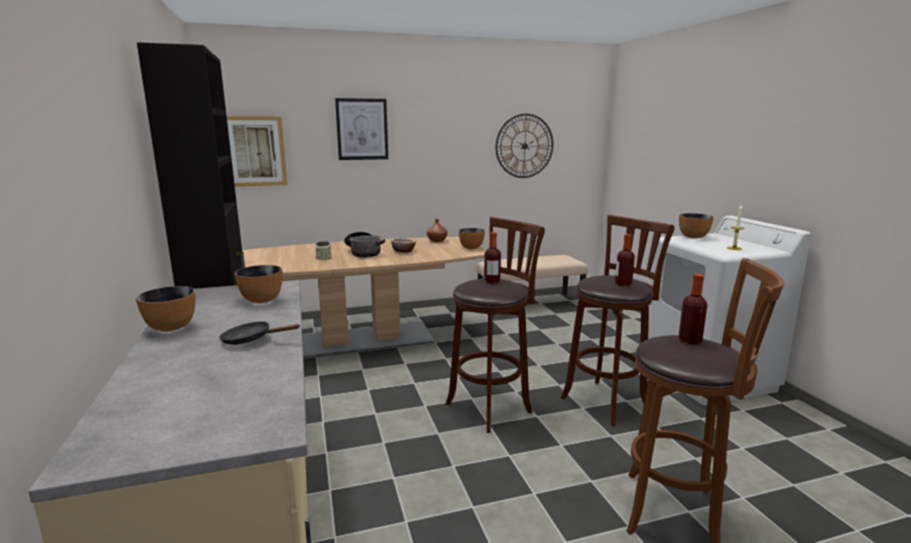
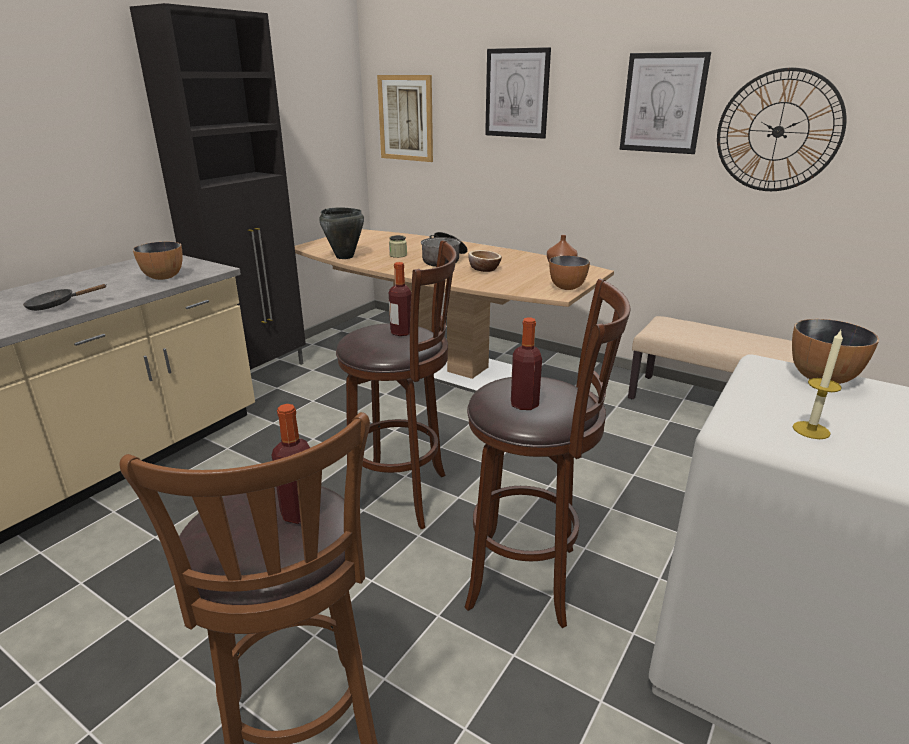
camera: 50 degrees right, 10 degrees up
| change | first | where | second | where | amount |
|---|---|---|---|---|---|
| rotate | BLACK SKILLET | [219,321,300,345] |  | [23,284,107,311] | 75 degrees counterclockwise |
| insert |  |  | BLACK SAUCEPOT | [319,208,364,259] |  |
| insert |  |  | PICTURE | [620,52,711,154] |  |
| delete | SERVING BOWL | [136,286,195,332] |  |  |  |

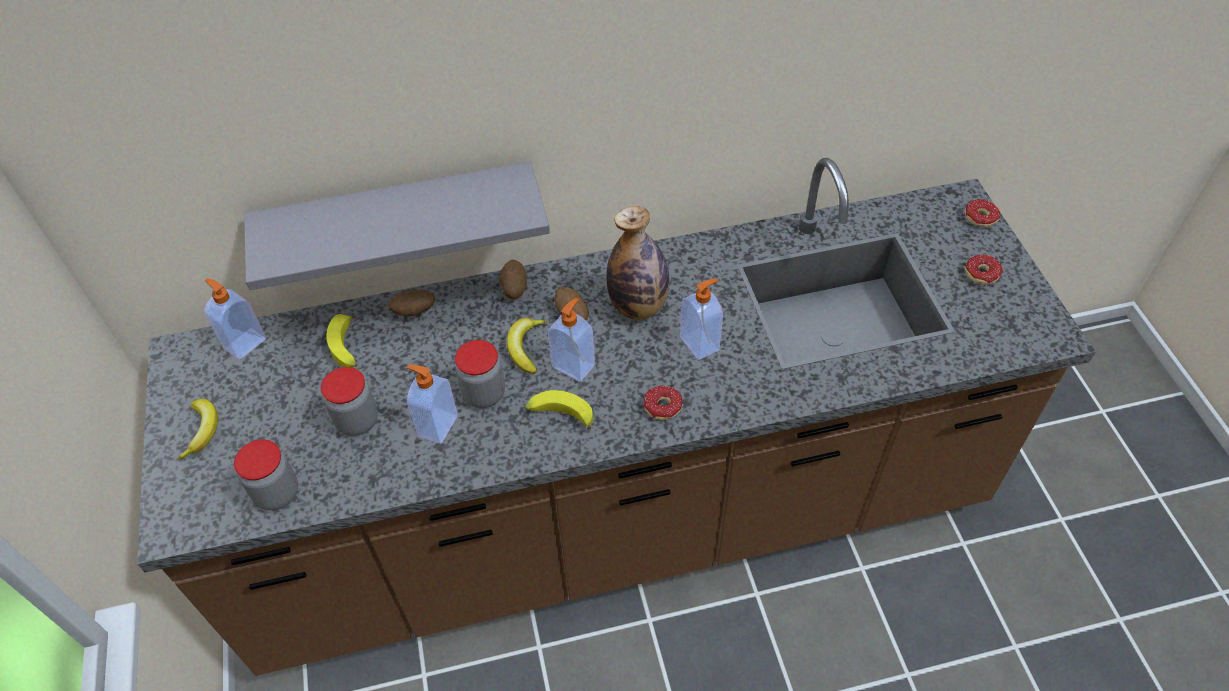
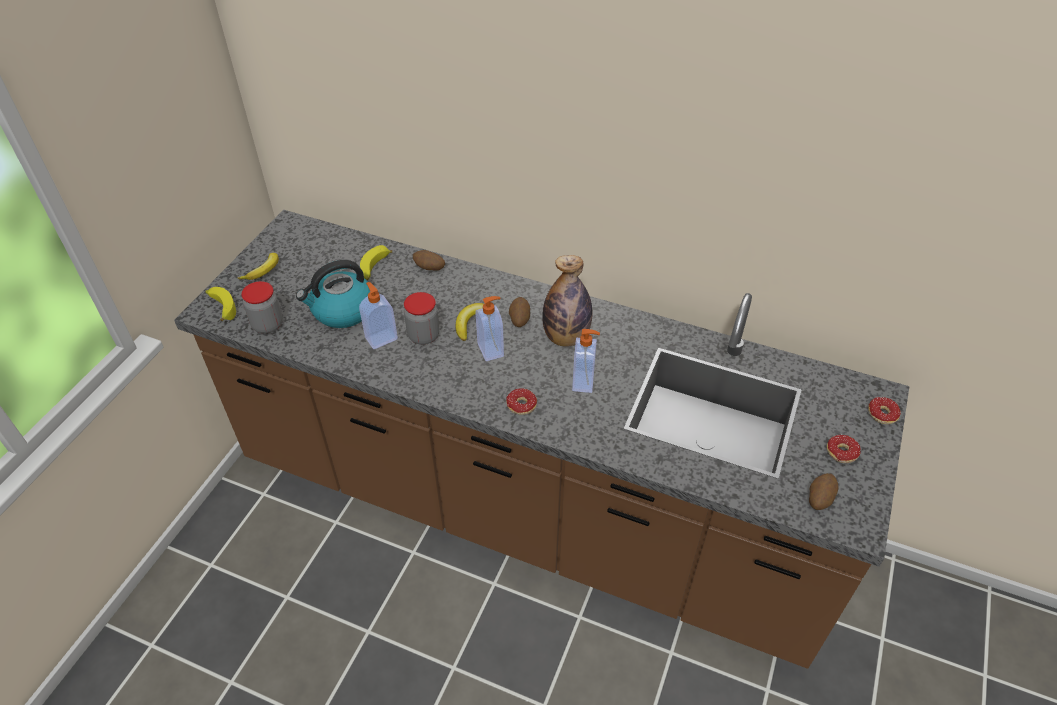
camera: 35 degrees right, 5 degrees down
| change | first | where | second | where | amount |
|---|---|---|---|---|---|
| move | WHOLE BANANA | [525,390,593,429] |  | [205,287,236,321] |  |
| replace | PRESERVE JAR | [321,367,378,436] | TEA KETTLE | [296,260,370,328] |  |
| move | WHOLE POTATO | [499,260,527,299] |  | [809,473,838,510] |  |
| delete | LIQUID SOAP BOTTLE | [204,278,266,360] |  |  |  |
| delete | GREYISH BRACKET SHELF | [244,162,550,290] |  |  |  |

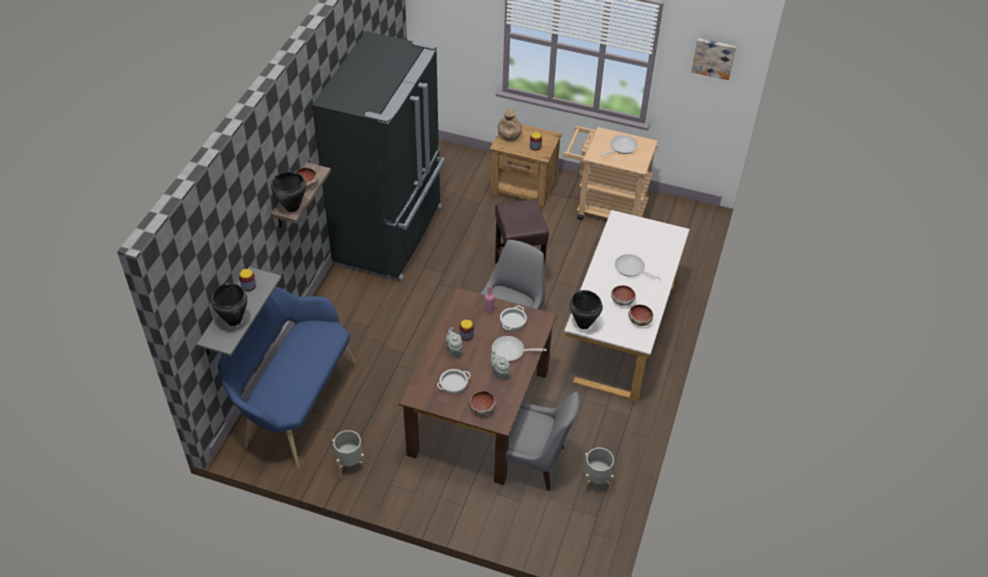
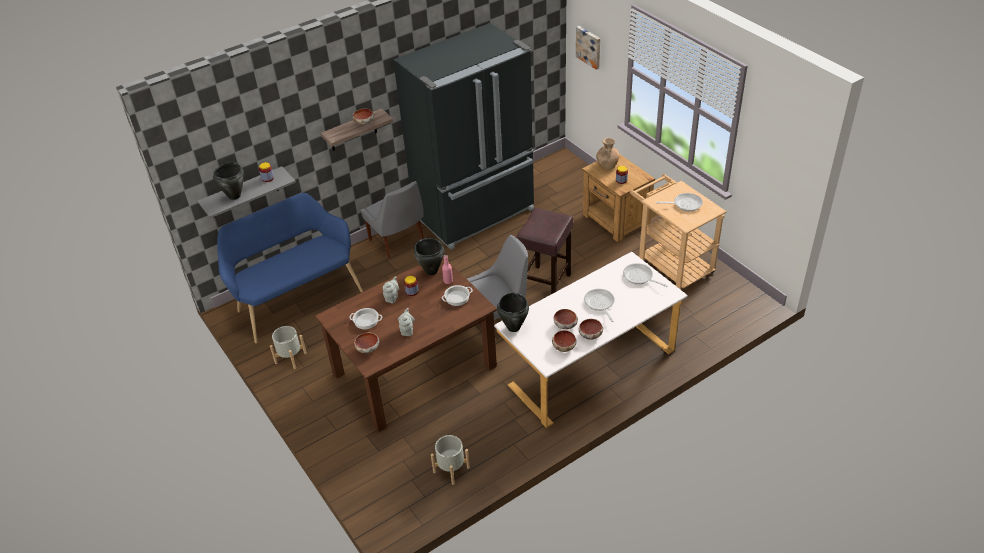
camera: 40 degrees right, 5 degrees down
| change | first | where | second | where | amount |
|---|---|---|---|---|---|
| move | GREYISH PLAIN CHAIR | [506,392,579,491] |  | [361,181,424,259] |  |
| move | BLACK SAUCEPOT | [271,172,306,212] |  | [414,238,445,275] |  |
| move | PICTURE | [691,38,736,80] |  | [576,26,600,70] |  |
| insert |  |  | SERVING BOWL | [579,319,603,340] |  |
| move | SKILLET | [492,336,547,362] |  | [623,263,668,287] |  |

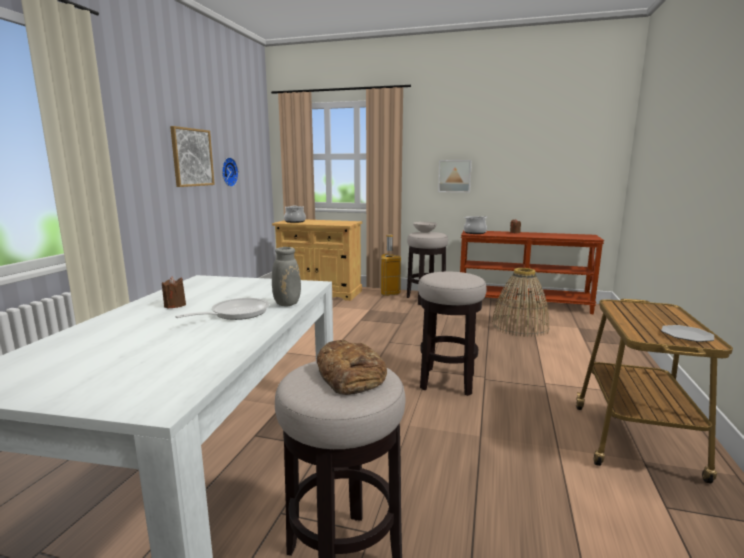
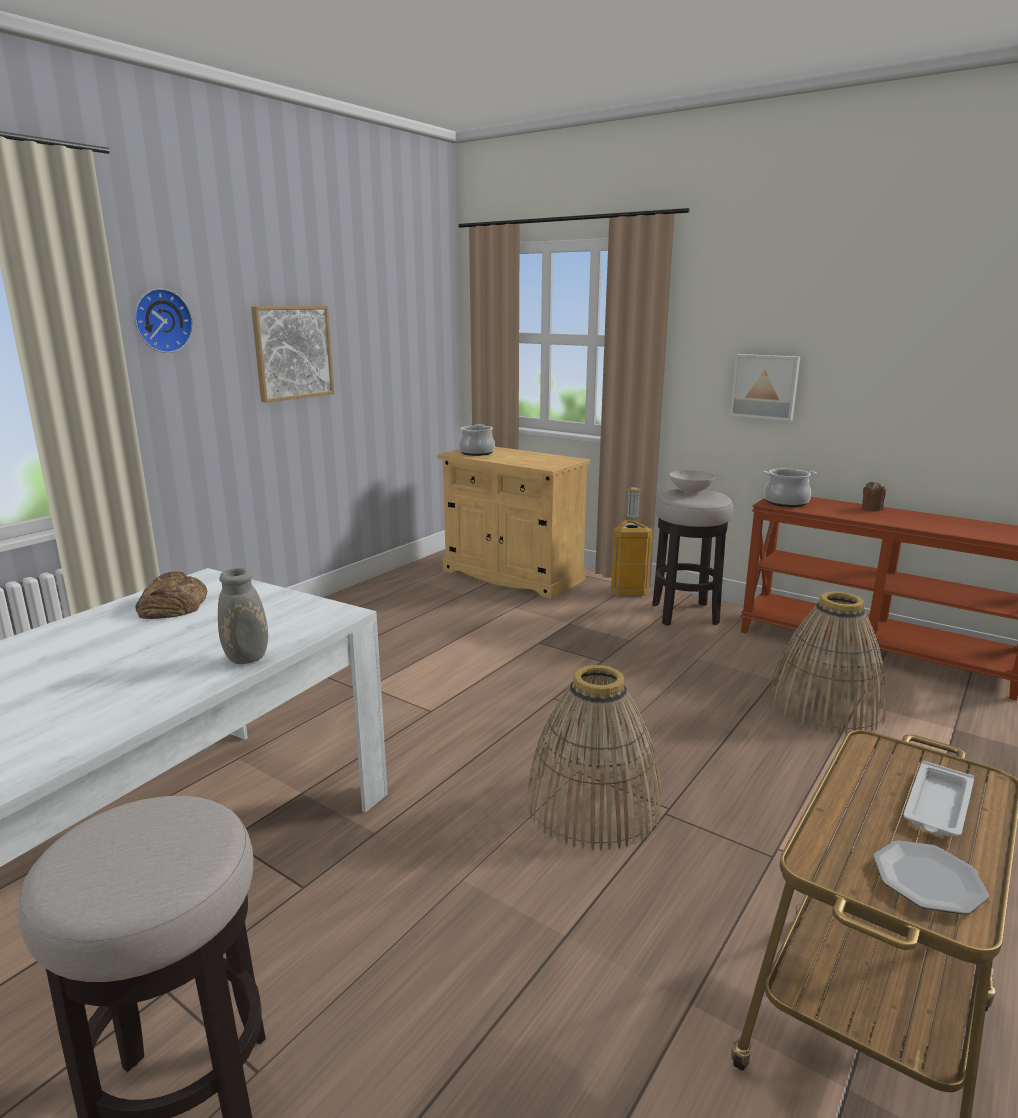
camera: 20 degrees right, 5 degrees up
| change | first | where | second | where | amount |
|---|---|---|---|---|---|
| move | WALL CLOCK | [222,157,239,187] |  | [134,288,193,353] |  |
| move | BAKED BREAD | [317,340,387,395] |  | [135,572,207,619] |  |
| replace | STOOL | [418,272,487,396] | HOUSEHOLD BASKET | [526,665,662,851] |  |
| insert |  |  | WHITISH CARRYING TRAY | [904,761,974,836] |  |
| delete | BROWN WAX LIGHT | [162,276,186,309] |  |  |  |
| delete | SKILLET | [175,298,269,320] |  |  |  |

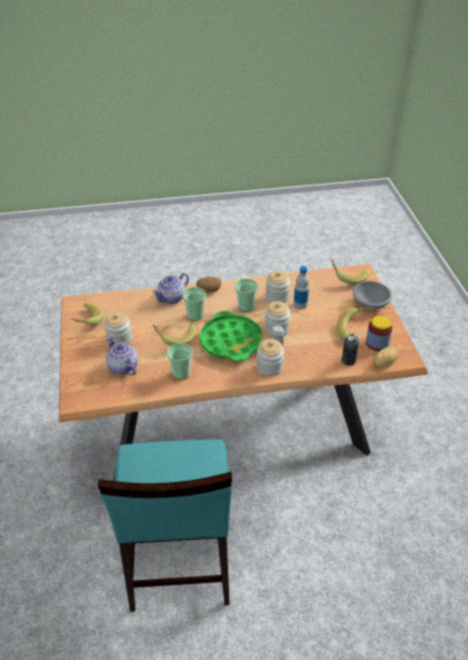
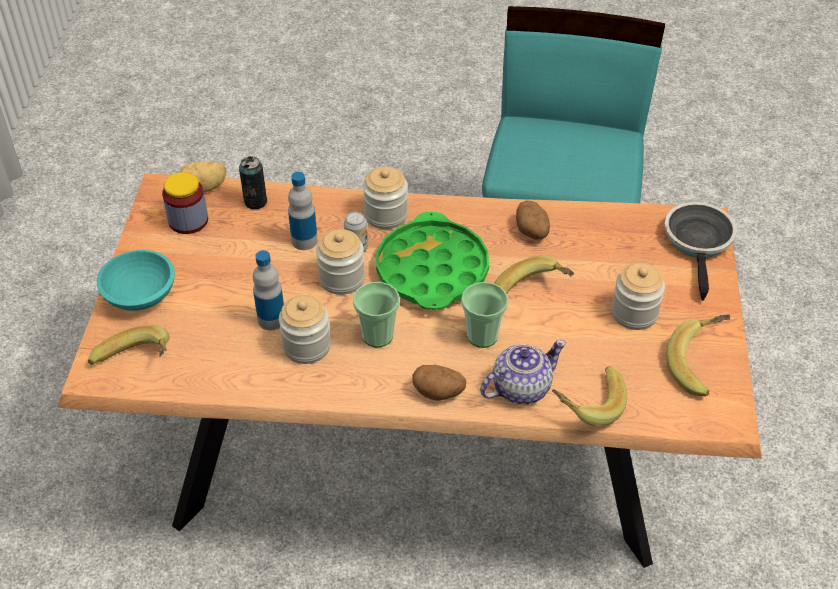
camera: 165 degrees left, 5 degrees up
| change | first | where | second | where | amount |
|---|---|---|---|---|---|
| recolor | GREYISH SERVING BOWL | [353,281,392,310] | TURQUOISE SERVING BOWL | [97,250,175,311] |  |
| insert |  |  | DRINK BOTTLE | [288,172,318,250] |  |
| replace | SMALL CUP | [167,343,193,380] | WHOLE POTATO | [516,201,550,240] |  |
| move | WHOLE BANANA | [337,307,373,342] |  | [552,366,627,426] |  |
| insert |  |  | SKILLET | [664,202,737,301] |  |
| delete | TEAPOT | [106,336,138,375] |  |  |  |

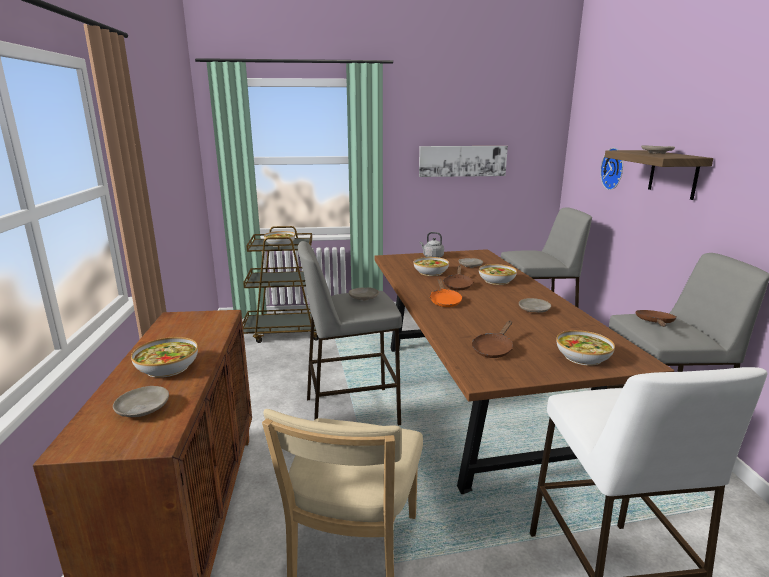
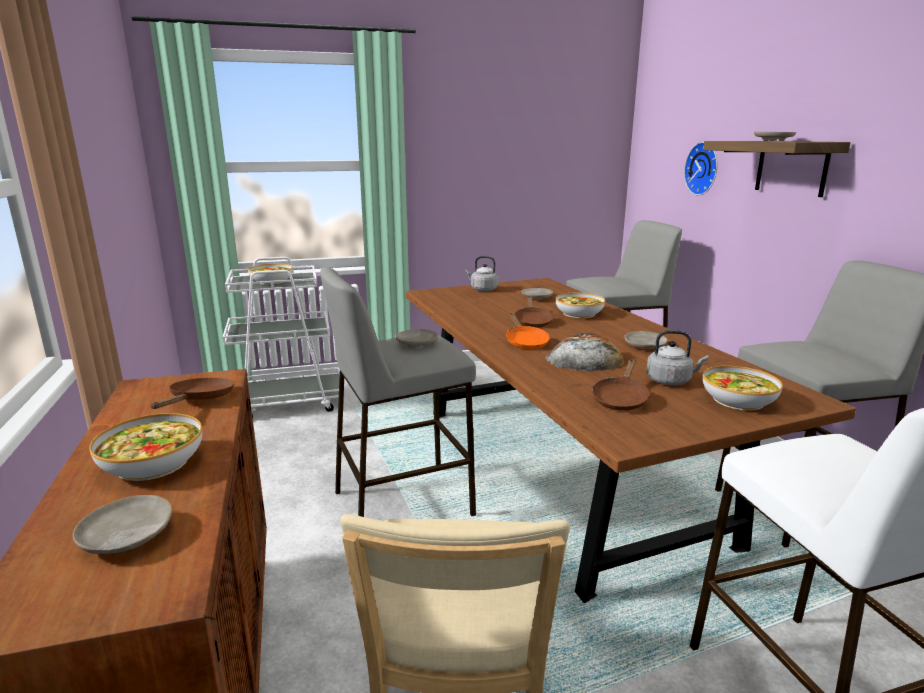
camera: 10 degrees left, 0 degrees up
| change | first | where | second | where | amount |
|---|---|---|---|---|---|
| move | BROWN SKILLET | [635,310,677,327] |  | [150,378,235,409] |  |
| recolor | BROWN WHEELED CART | [243,226,319,343] | WHITISH WHEELED CART | [223,257,345,417] |  |
| insert |  |  | BAKED BREAD | [545,333,624,371] |  |
| insert |  |  | GREYISH TEA KETTLE | [647,330,709,385] |  |
| delete | SERVING BOWL | [414,257,449,276] |  |  |  |
| delete | PICTURE | [419,146,508,177] |  |  |  |

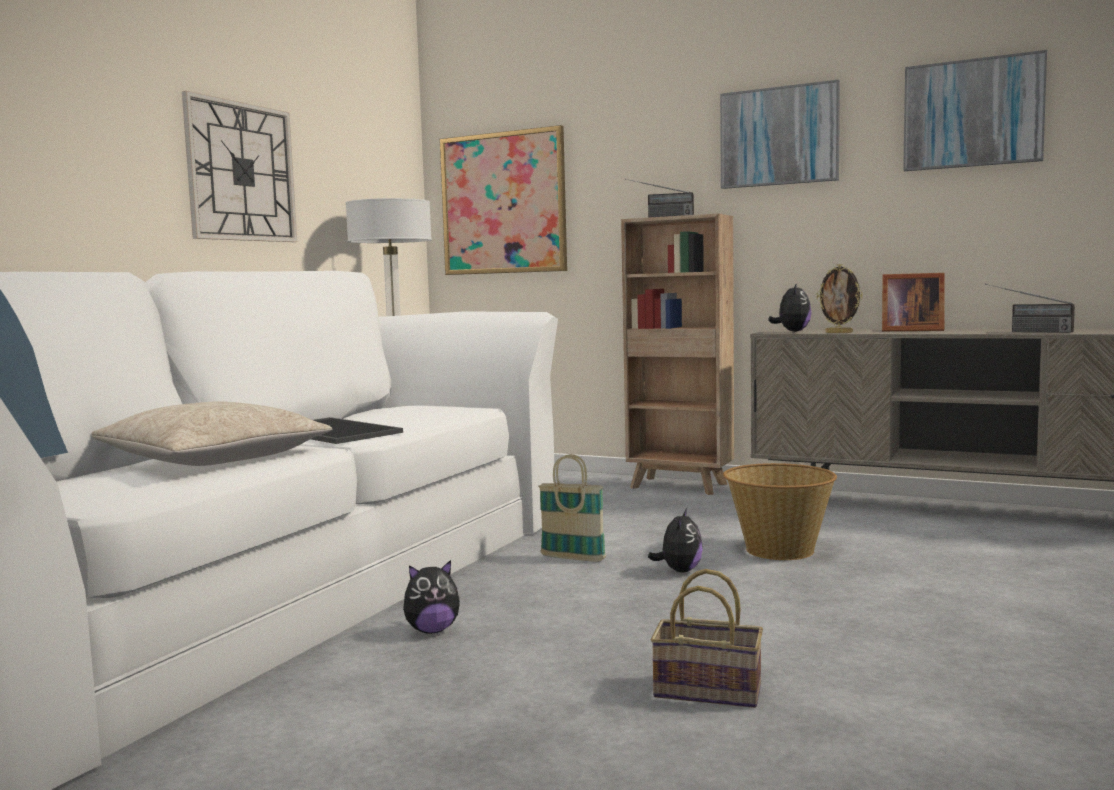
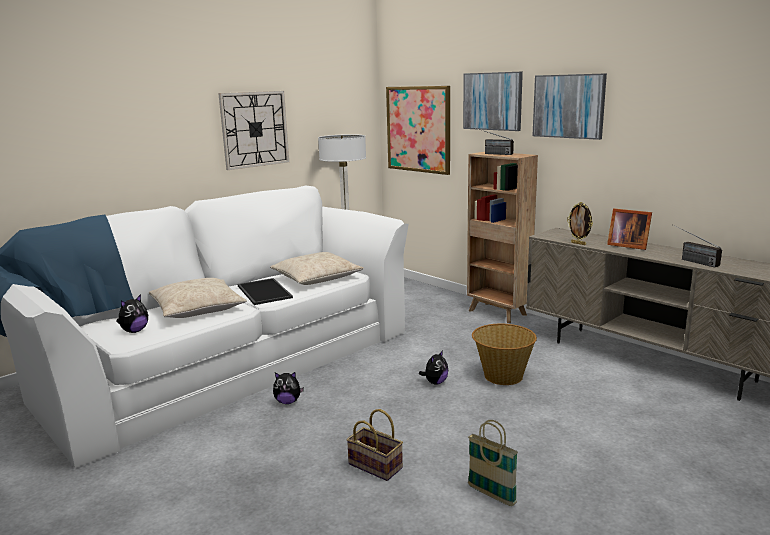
camera: 20 degrees right, 10 degrees up
| change | first | where | second | where | amount |
|---|---|---|---|---|---|
| move | SOFT TOY | [768,284,811,332] |  | [116,294,148,333] |  |
| insert |  |  | SAND-COLOURED CUSHION | [270,252,364,285] |  |
| move | PICTURE | [903,50,1047,171] |  | [463,72,523,131] |  |
| move | HOUSEHOLD BASKET | [538,454,606,562] |  | [468,420,518,506] |  |

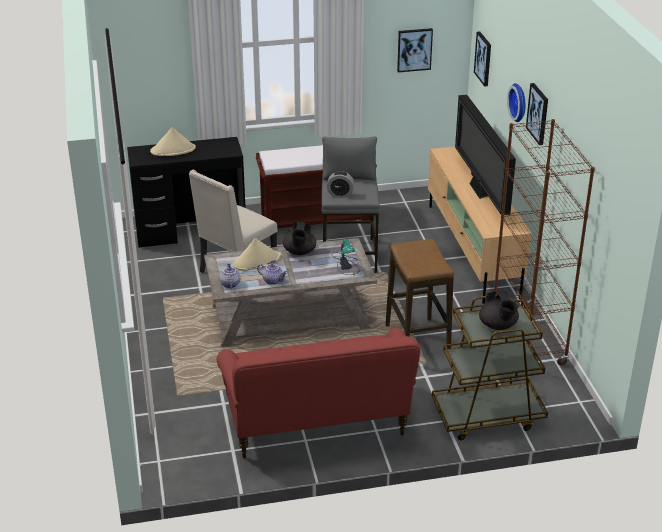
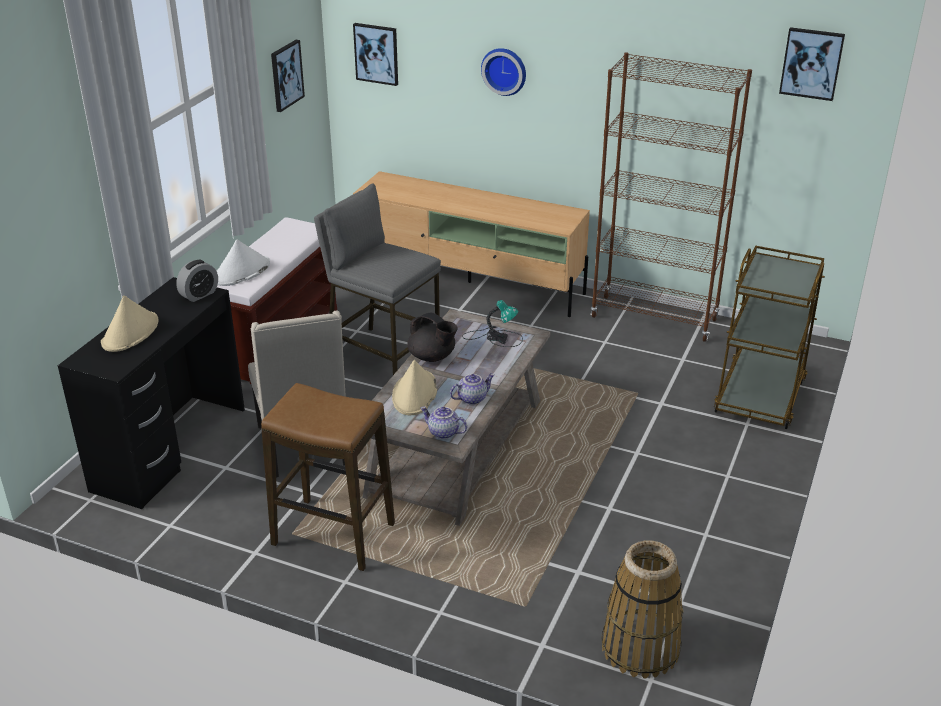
camera: 55 degrees left, 0 degrees up
| change | first | where | second | where | amount |
|---|---|---|---|---|---|
| move | TABLE CLOCK | [327,171,354,197] |  | [176,260,218,302] |  |
| insert |  |  | WHITISH HAT | [216,239,270,286] |  |
| move | STOOL | [385,239,454,349] |  | [261,383,395,571] |  |
| insert |  |  | HOUSEHOLD BASKET | [601,540,683,679] |  |
| move | PICTURE | [526,83,548,145] |  | [779,27,845,101] |  |
| delete | REDDISH COUCH | [217,328,421,458] |  |  |  |
| delete | TV SET | [455,95,516,215] |  |  |  |
| delete | BLACK TEAPOT | [479,290,519,330] |  |  |  |

